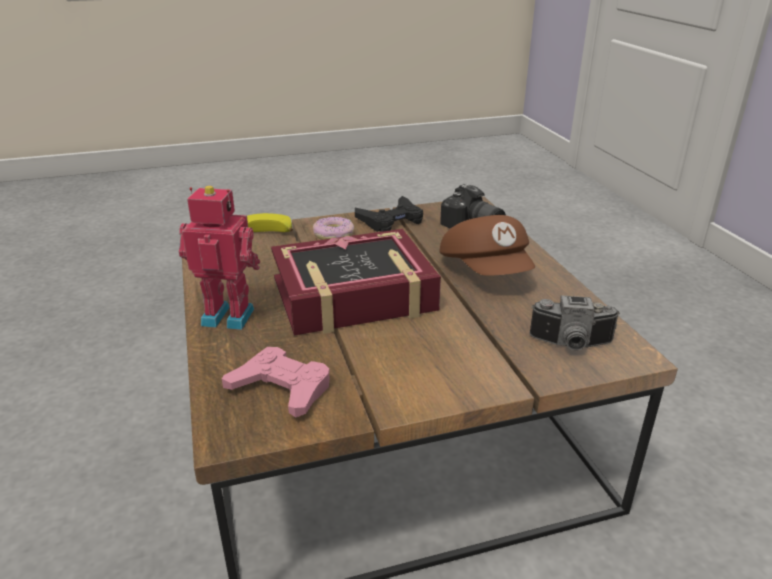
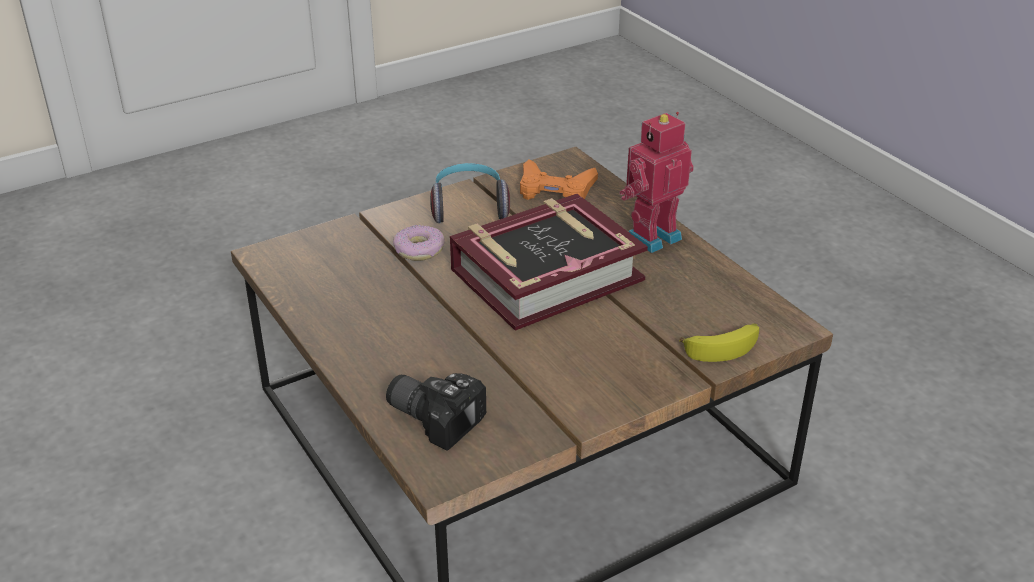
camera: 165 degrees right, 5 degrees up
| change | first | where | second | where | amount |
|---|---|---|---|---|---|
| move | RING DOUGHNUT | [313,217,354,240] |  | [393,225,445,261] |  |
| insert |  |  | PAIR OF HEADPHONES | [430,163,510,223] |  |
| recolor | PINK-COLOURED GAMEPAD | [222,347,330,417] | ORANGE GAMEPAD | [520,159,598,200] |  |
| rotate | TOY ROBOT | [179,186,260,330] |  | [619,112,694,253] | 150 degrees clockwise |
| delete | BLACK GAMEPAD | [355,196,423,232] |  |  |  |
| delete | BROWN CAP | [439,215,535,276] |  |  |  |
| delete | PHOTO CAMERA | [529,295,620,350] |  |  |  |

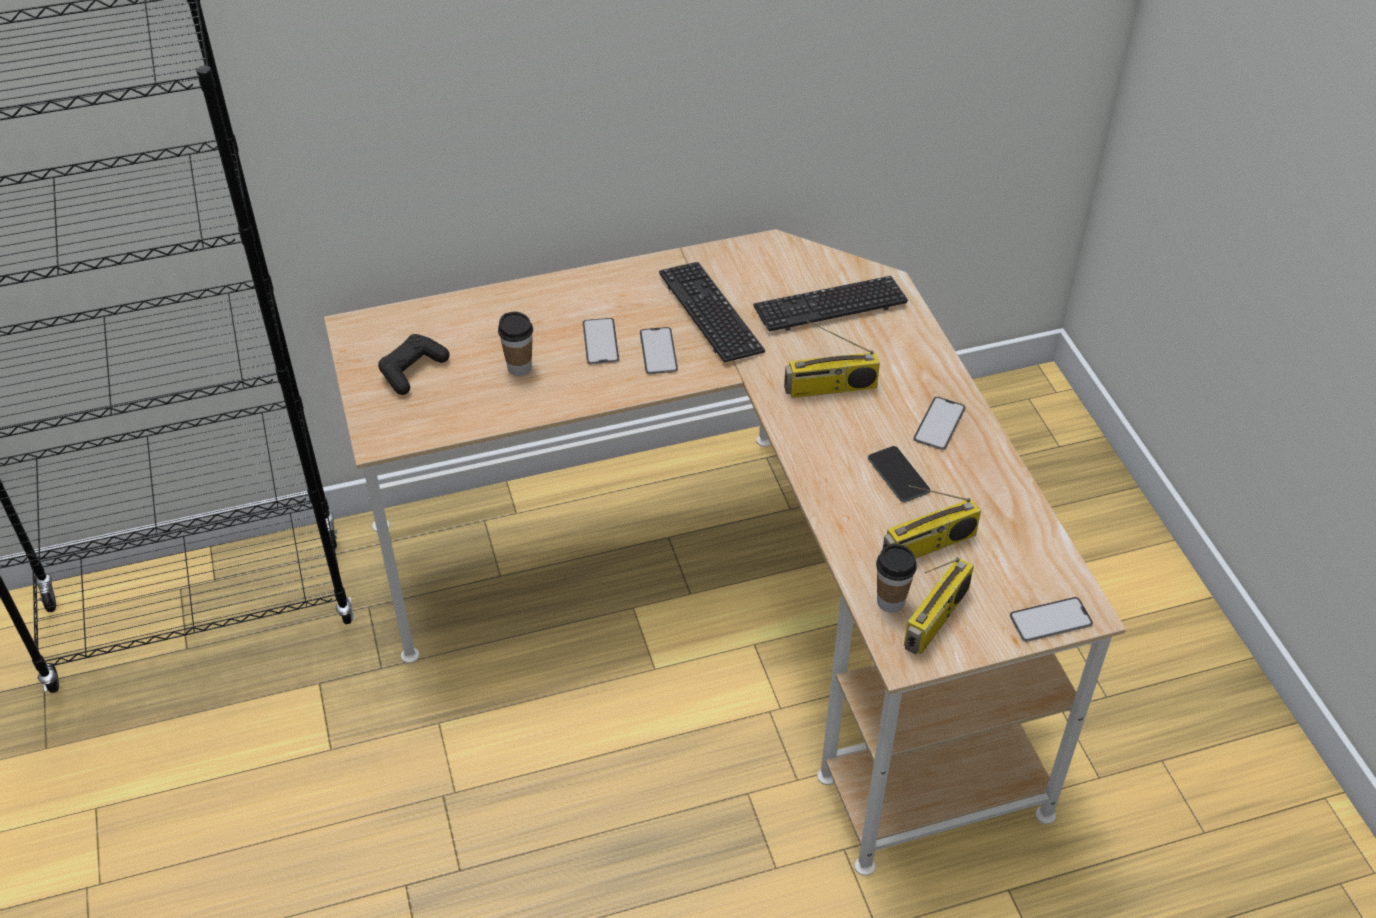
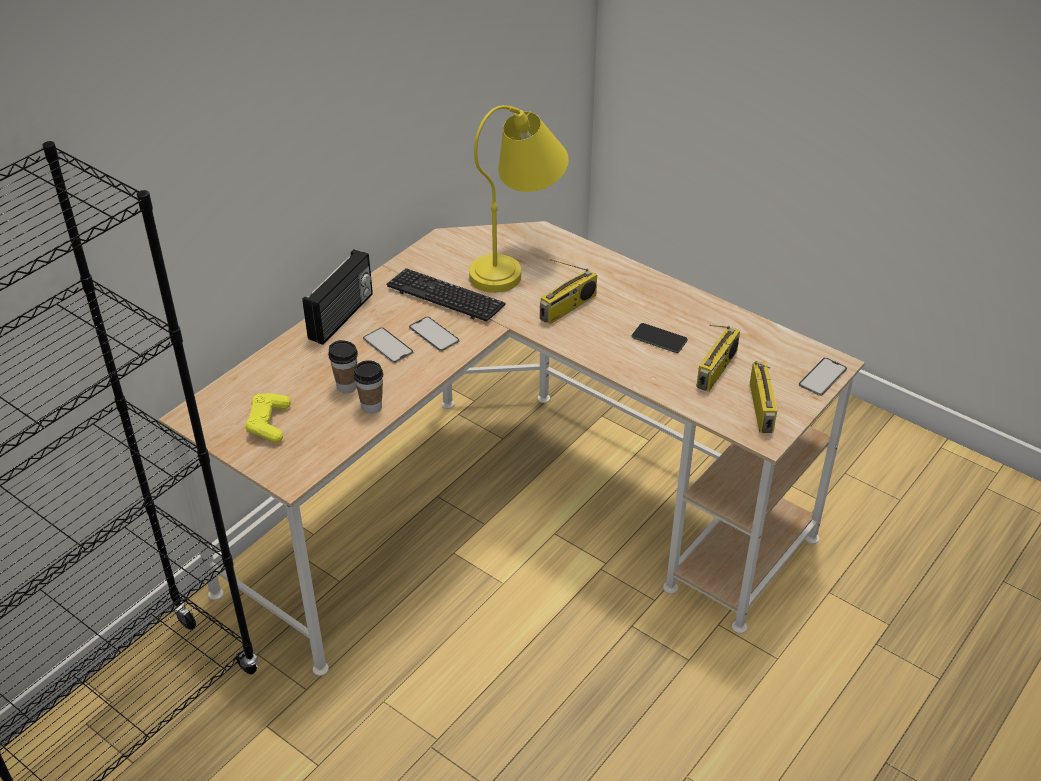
camera: 35 degrees left, 5 degrees down
| change | first | where | second | where | amount |
|---|---|---|---|---|---|
| recolor | BLACK GAMEPAD | [378,334,450,395] | YELLOW GAMEPAD | [245,393,291,443] |  |
| insert |  |  | RADIO RECEIVER | [302,249,373,345] |  |
| move | SMALL CUP | [876,544,917,613] |  | [354,360,383,414] |  |
| replace | COMPUTER KEYBOARD | [754,276,908,332] | YELLOW TABLETOP LAMP | [469,105,569,293] |  |
| delete | TELEPHONE | [913,397,966,450] |  |  |  |

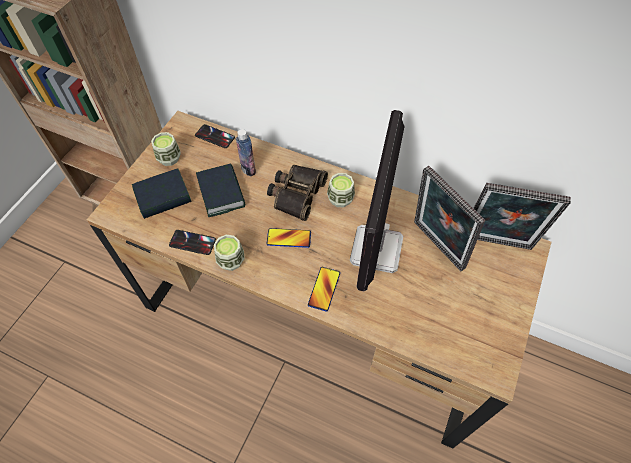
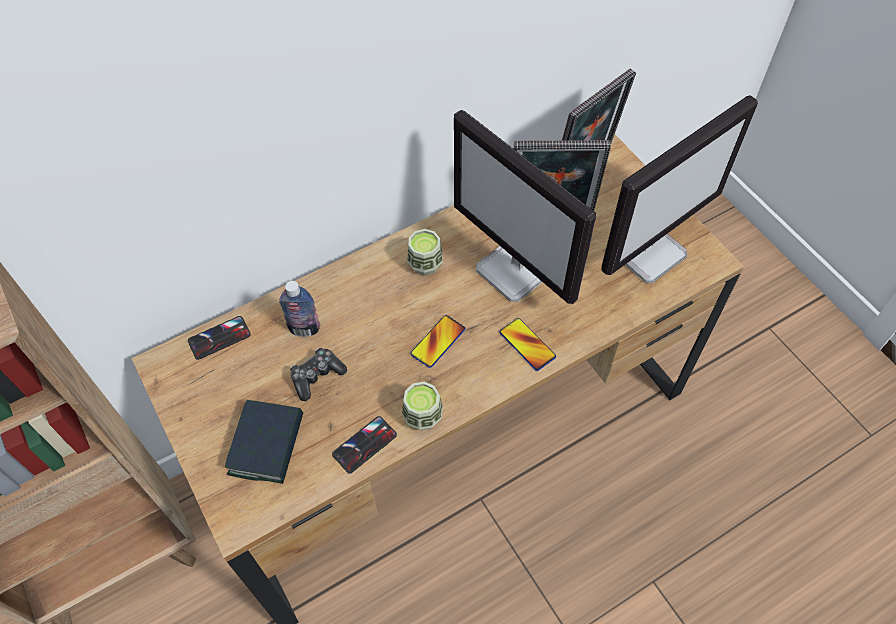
camera: 55 degrees left, 0 degrees up
| change | first | where | second | where | amount |
|---|---|---|---|---|---|
| replace | BOUND BOOK | [196,163,245,217] | GAMEPAD | [290,348,347,401] |  |
| insert |  |  | COMPUTER DISPLAY | [601,95,758,283] |  |
| delete | SMALL CUP | [151,132,181,166] |  |  |  |
| delete | FIELD GLASSES | [267,165,328,221] |  |  |  |

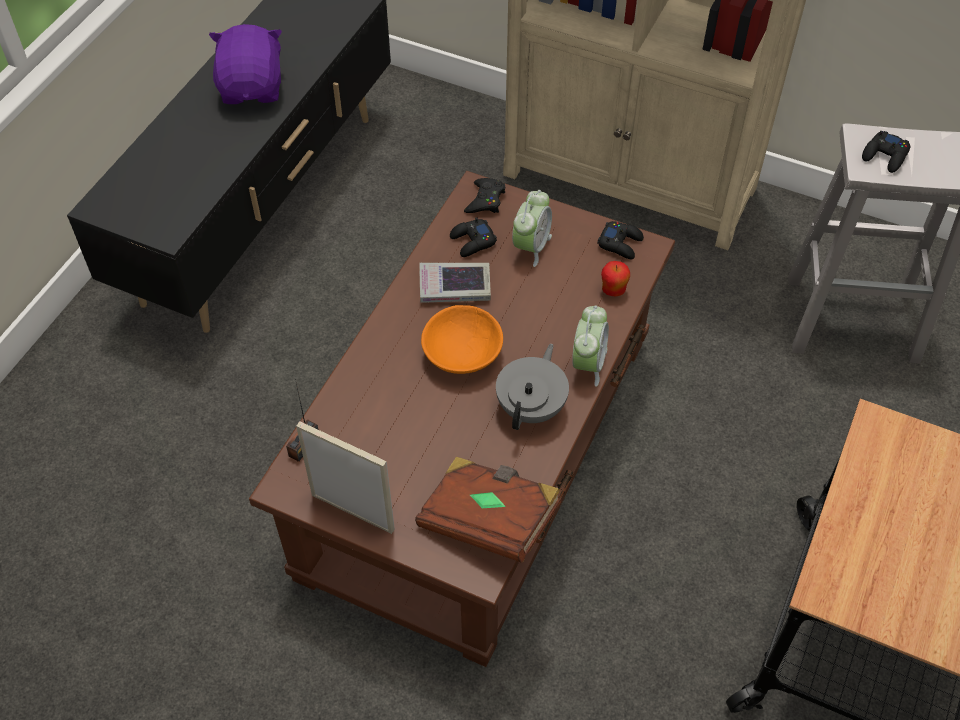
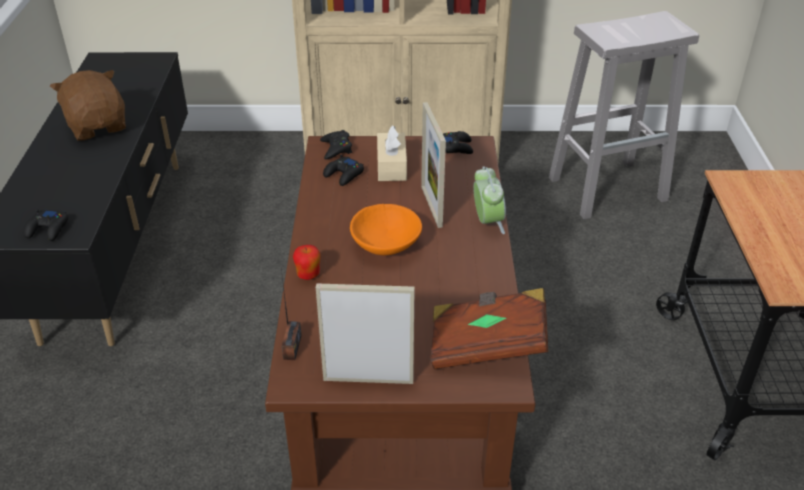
camera: 25 degrees left, 15 degrees down
| change | first | where | second | where | amount |
|---|---|---|---|---|---|
| move | BLACK GAMEPAD | [862,131,910,173] |  | [23,209,68,241] |  |
| recolor | PURPLE SOFT TOY | [209,24,282,104] | BROWN SOFT TOY | [50,70,126,141] |  |
| move | WHOLE APPLE | [601,261,630,296] |  | [293,245,321,280] |  |
| replace | TABLE CLOCK | [512,190,552,267] | SAND-COLOURED TISSUE HOLDER | [377,125,407,181] |  |
| insert |  |  | PICTURE FRAME | [421,102,446,228] |  |
| delete | BOUND BOOK | [419,263,491,303] |  |  |  |
| delete | GREYISH TEAPOT | [496,344,569,430] |  |  |  |

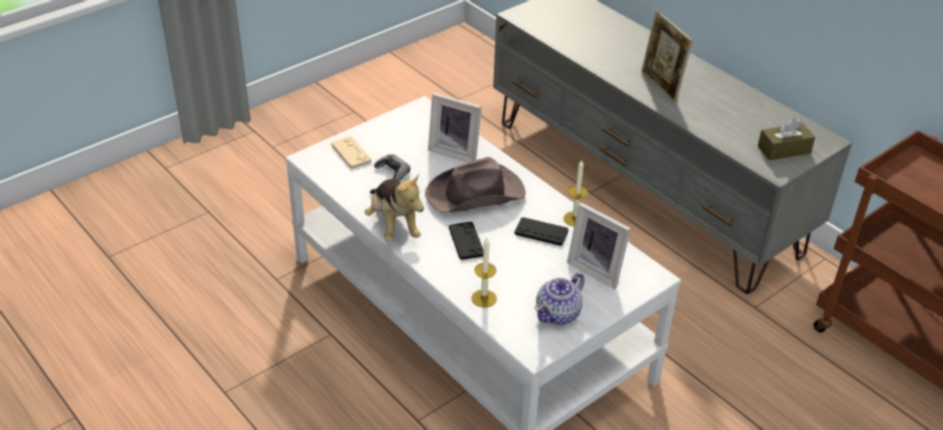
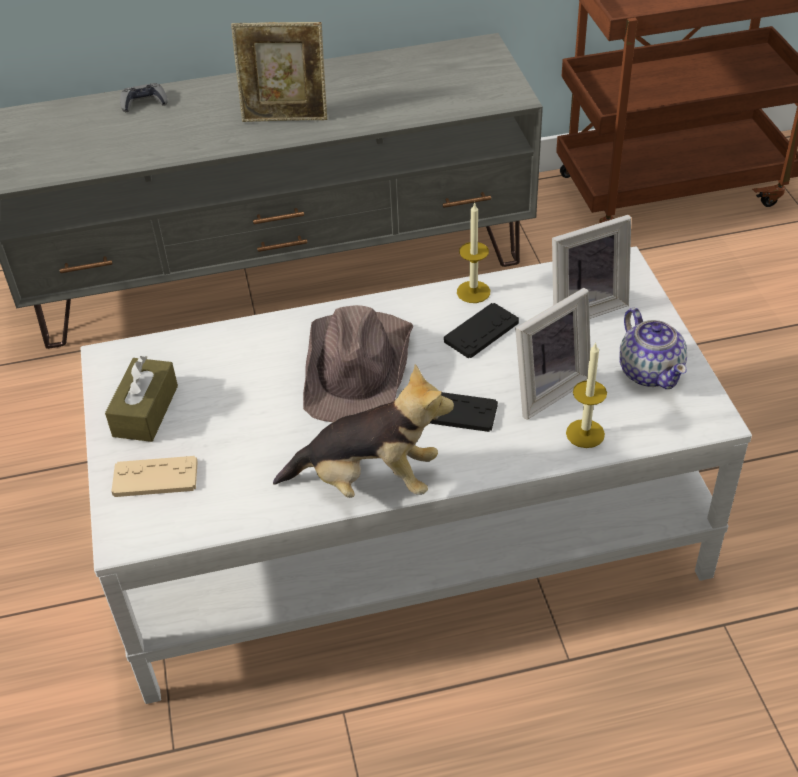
camera: 60 degrees left, 5 degrees up
| change | first | where | second | where | amount |
|---|---|---|---|---|---|
| move | BROWN TISSUE HOLDER | [758,118,815,160] |  | [105,356,178,442] |  |
| move | GREYISH GAMEPAD | [374,154,410,181] |  | [120,83,168,112] |  |
| move | PICTURE FRAME | [428,93,482,163] |  | [515,288,591,420] |  |

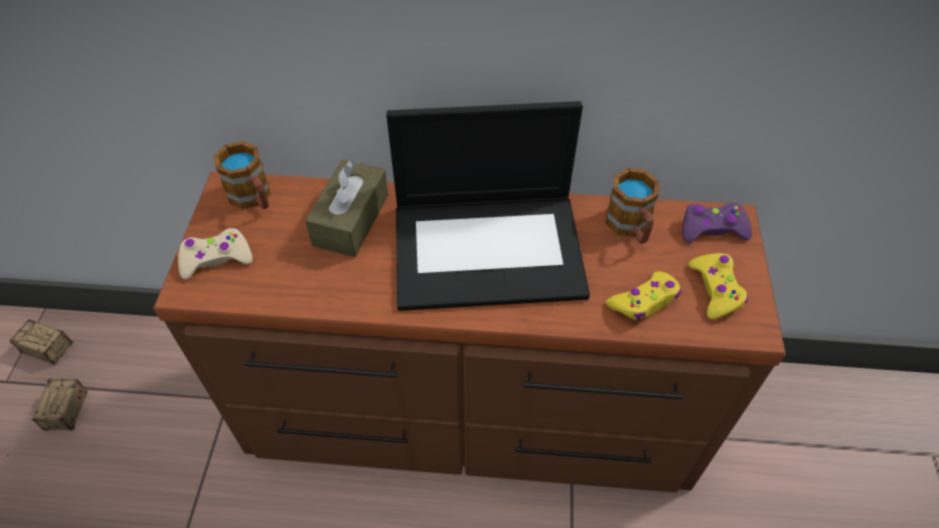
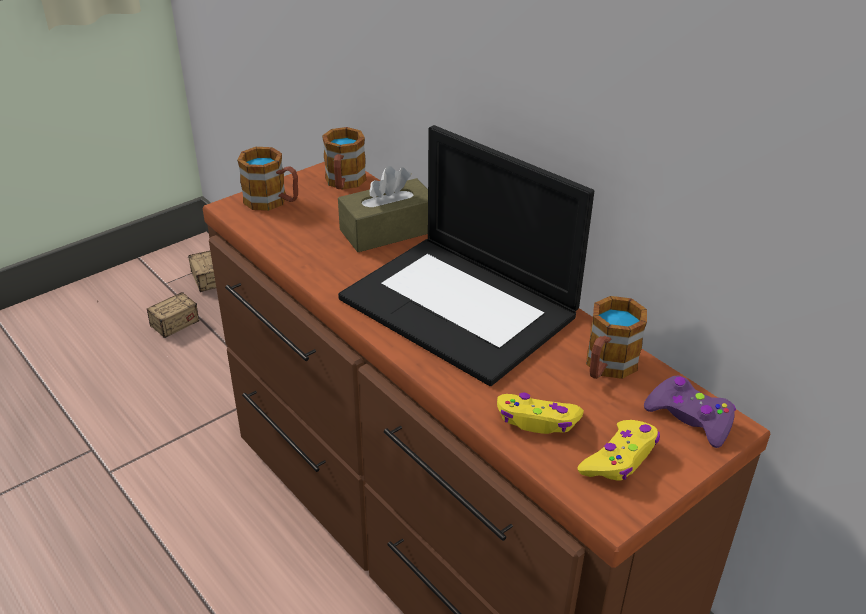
camera: 45 degrees right, 15 degrees down
| change | first | where | second | where | amount |
|---|---|---|---|---|---|
| replace | SAND-COLOURED GAMEPAD | [178,228,253,279] | MUG | [237,147,298,211] |  |

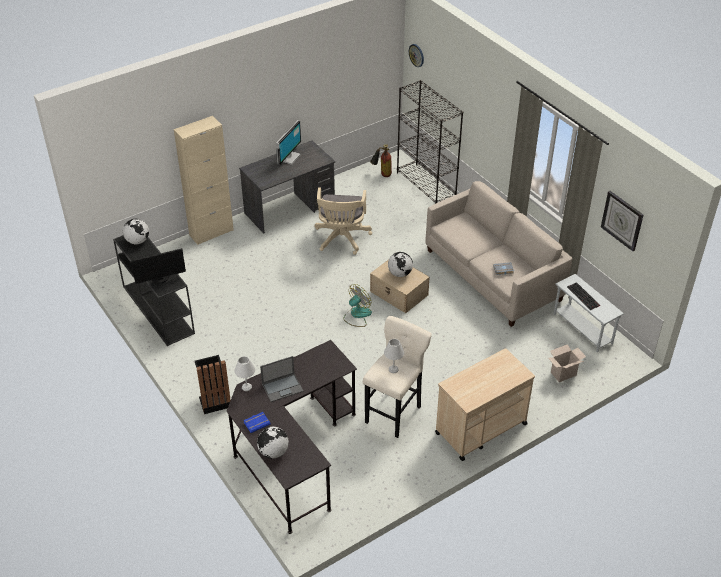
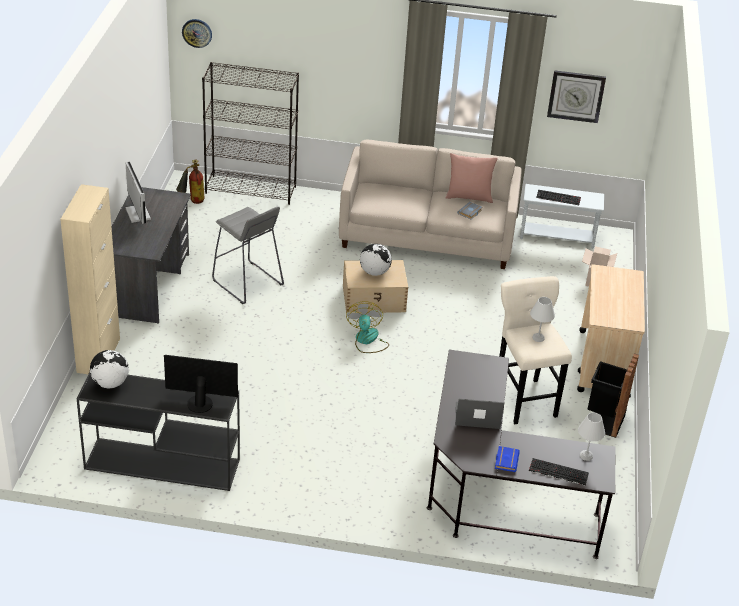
camera: 50 degrees left, 5 degrees down
| change | first | where | second | where | amount |
|---|---|---|---|---|---|
| rotate | COMPUTER DISPLAY | [131,248,186,284] |  | [164,355,238,413] | 105 degrees counterclockwise |
| replace | SAND-COLOURED DESK CHAIR | [314,187,372,255] | GREYISH STOOL | [212,206,284,304] |  |
| insert |  |  | PINK-COLOURED CUSHION | [445,153,498,203] |  |
| rotate | NOTEBOOK COMPUTER | [260,356,303,402] |  | [455,399,504,429] | 105 degrees counterclockwise |
| replace | WORLD GLOBE | [257,426,289,459] | COMPUTER KEYBOARD | [529,458,589,486] |  |
| move | WHITISH TABLETOP LAMP | [235,356,255,391] |  | [578,412,605,461] |  |
| move | BLACK TRASH CAN | [195,355,231,414] |  | [587,354,639,438] |  |

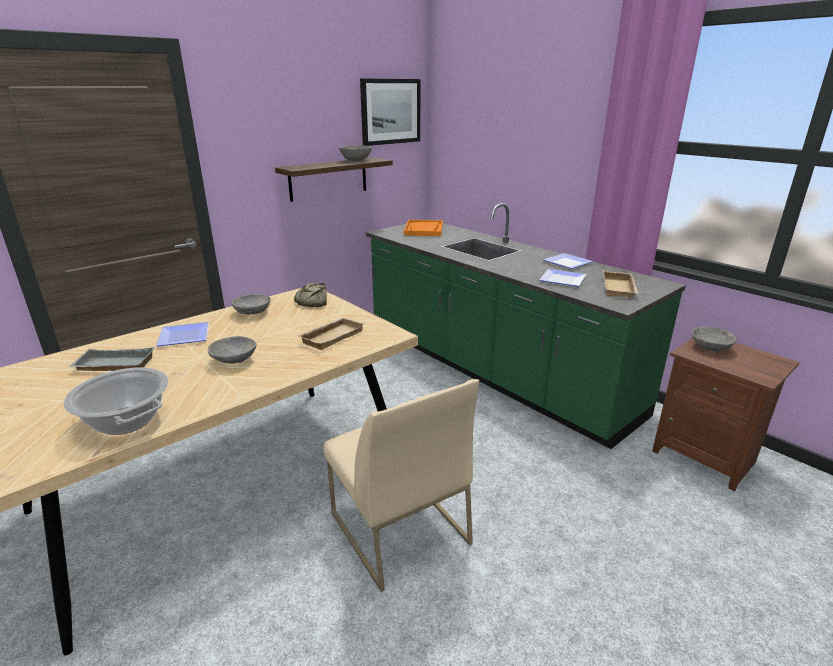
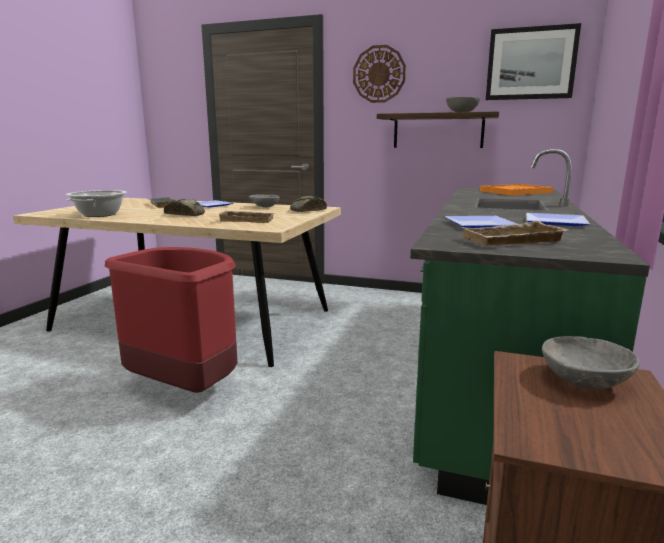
camera: 60 degrees right, 10 degrees down
| change | first | where | second | where | amount |
|---|---|---|---|---|---|
| replace | SAND-COLOURED PLAIN CHAIR | [324,379,479,592] | REDDISH TRASH CAN | [105,247,238,393] |  |
| replace | GREYISH SERVING BOWL | [208,336,256,364] | BAKED BREAD | [164,199,205,216] |  |
| insert |  |  | WALL CLOCK | [353,45,406,103] |  |

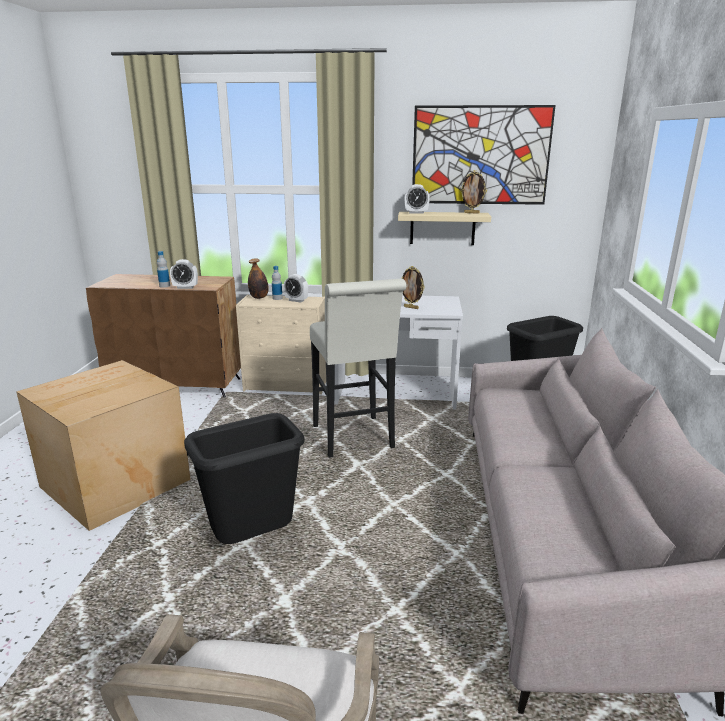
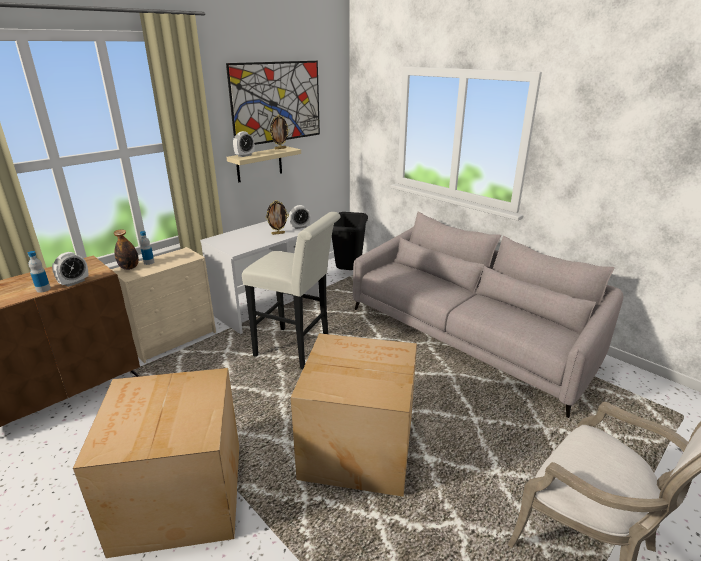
camera: 50 degrees left, 5 degrees up
| change | first | where | second | where | amount |
|---|---|---|---|---|---|
| move | TABLE CLOCK | [284,274,308,302] |  | [289,205,310,229] |  |
| replace | BLACK TRASH CAN | [184,413,305,544] | CARDBOARD BOX | [291,333,417,497] |  |

